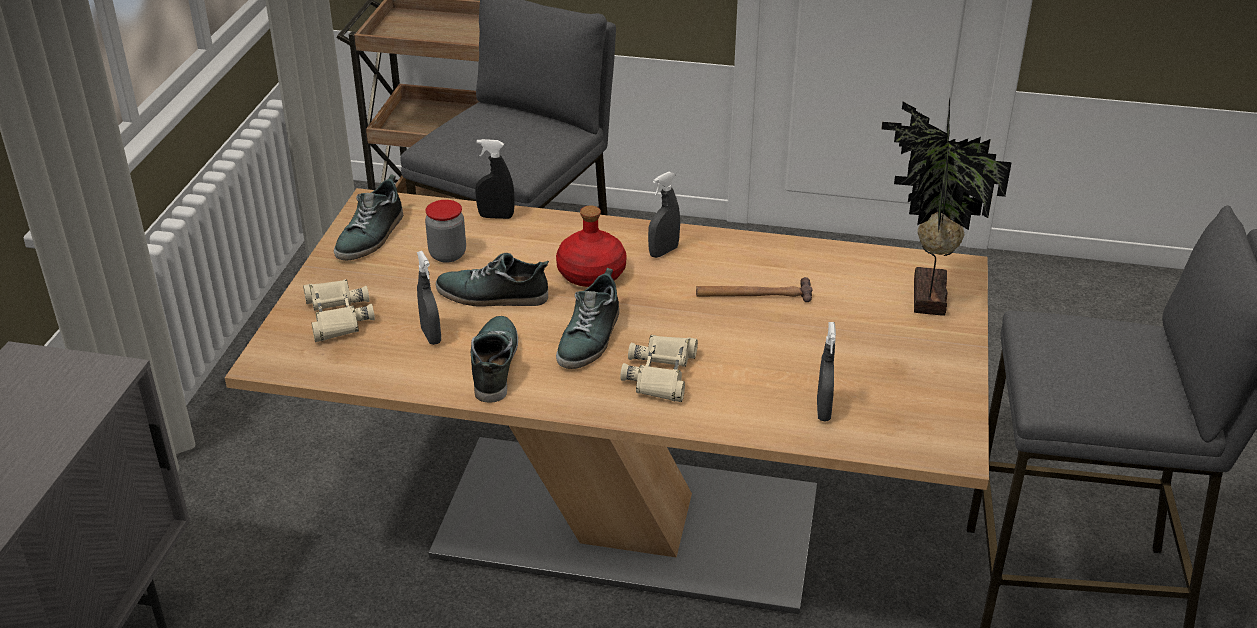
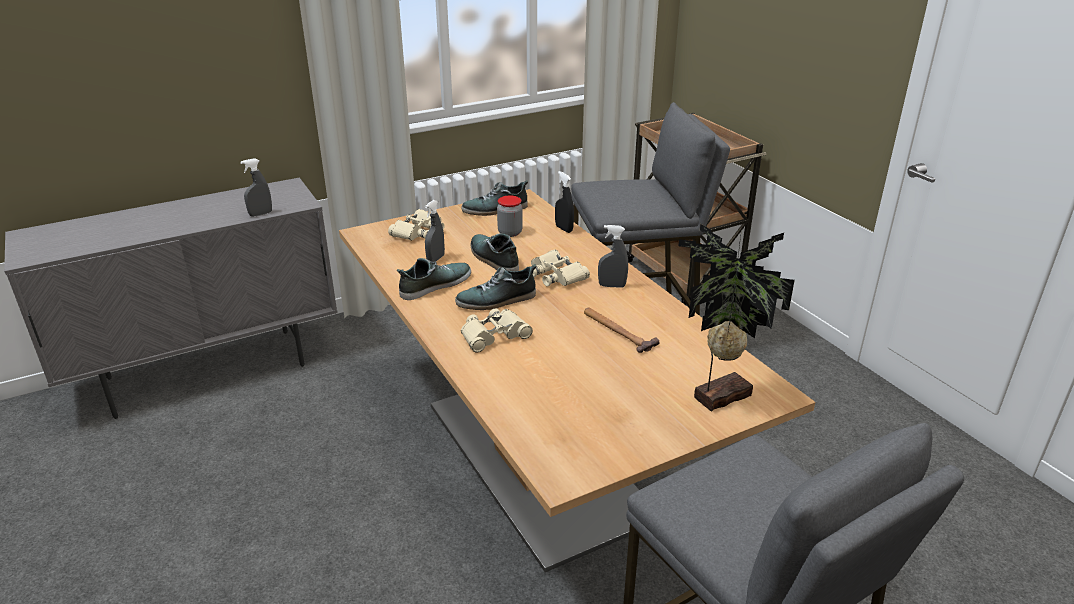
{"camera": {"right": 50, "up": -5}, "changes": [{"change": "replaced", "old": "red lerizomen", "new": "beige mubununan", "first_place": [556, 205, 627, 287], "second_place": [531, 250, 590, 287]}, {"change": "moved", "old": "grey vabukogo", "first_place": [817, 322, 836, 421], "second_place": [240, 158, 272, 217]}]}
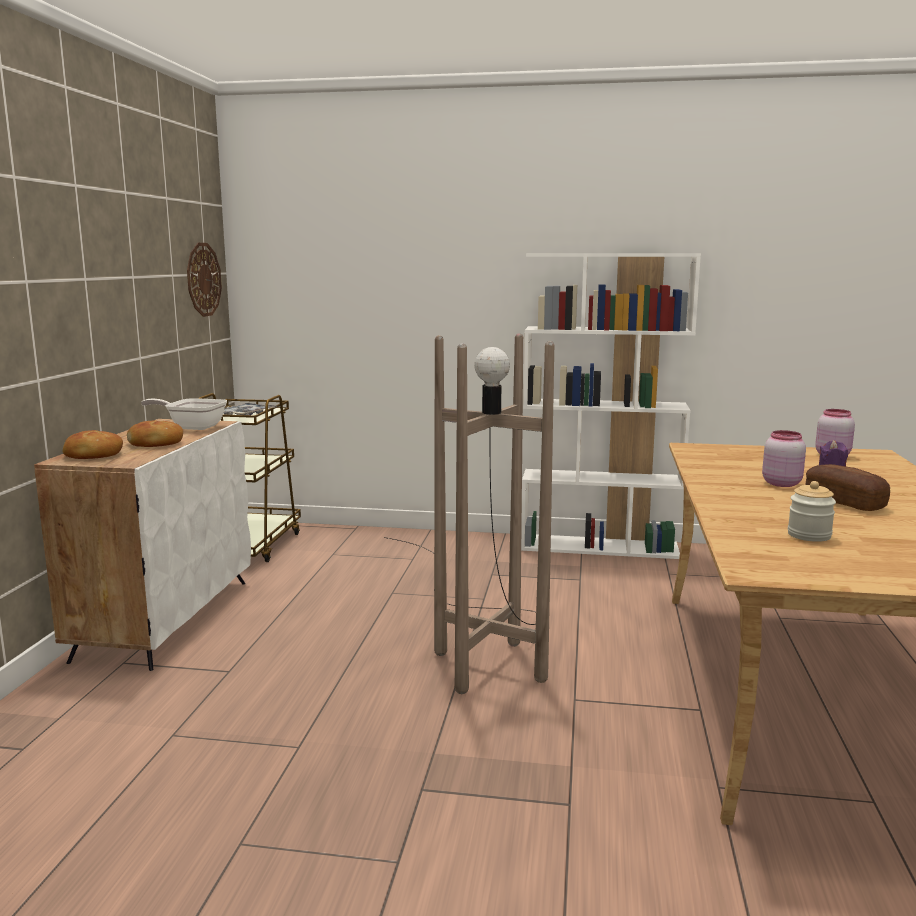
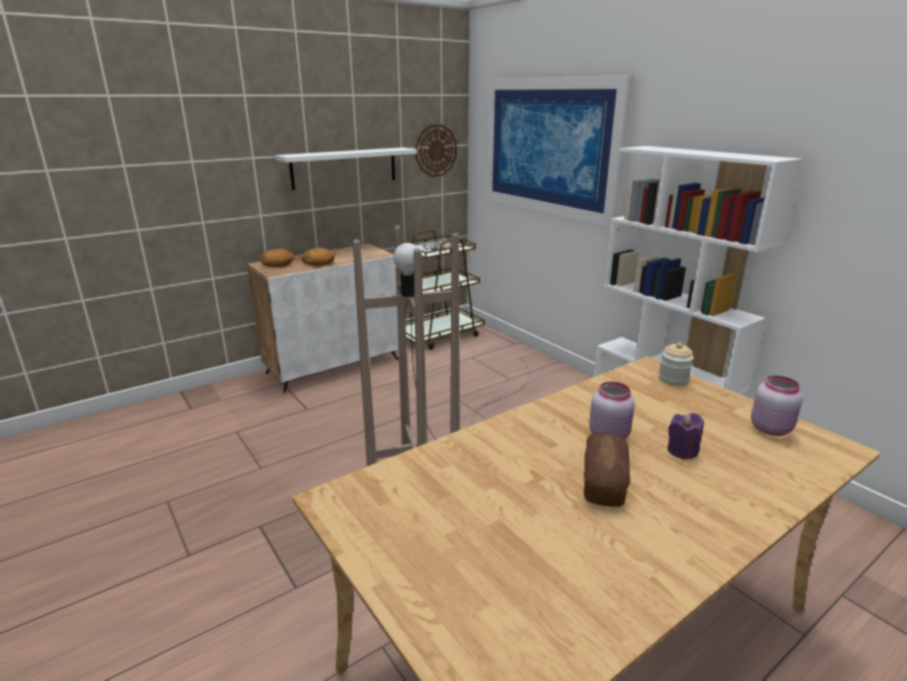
{"camera": {"right": 45, "up": 10}, "changes": [{"change": "removed", "old": "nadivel", "first_place": [141, 398, 227, 430]}, {"change": "moved", "old": "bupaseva", "first_place": [788, 481, 836, 542], "second_place": [658, 342, 694, 386]}, {"change": "added", "new": "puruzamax", "second_place": [486, 75, 634, 227]}, {"change": "added", "new": "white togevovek", "second_place": [275, 147, 417, 190]}]}
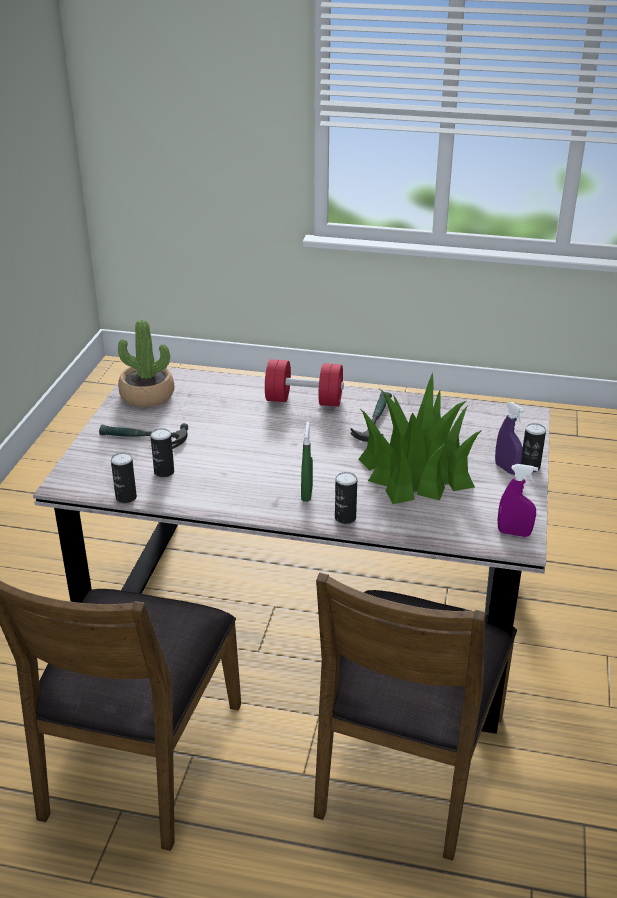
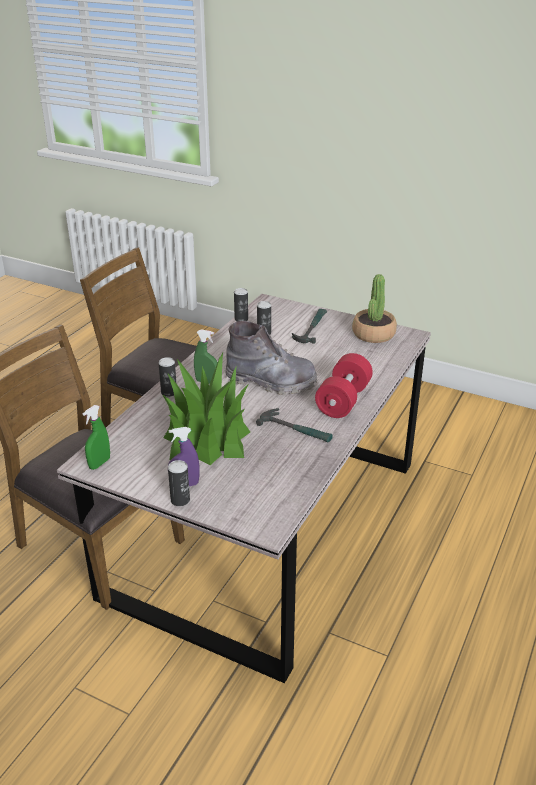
{"camera": {"right": 105, "up": 0}, "changes": [{"change": "recoloured", "old": "purple vabukogo", "new": "green vabukogo", "first_place": [498, 464, 538, 537], "second_place": [82, 405, 110, 470]}, {"change": "added", "new": "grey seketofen", "second_place": [225, 321, 317, 395]}]}
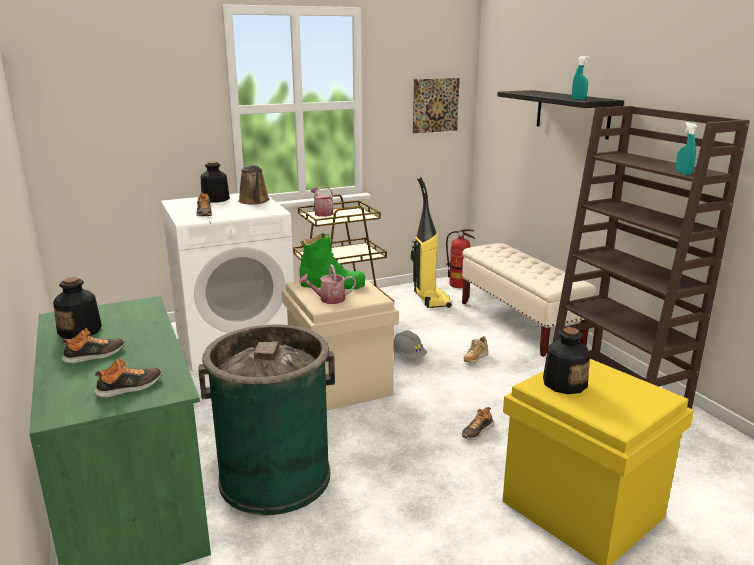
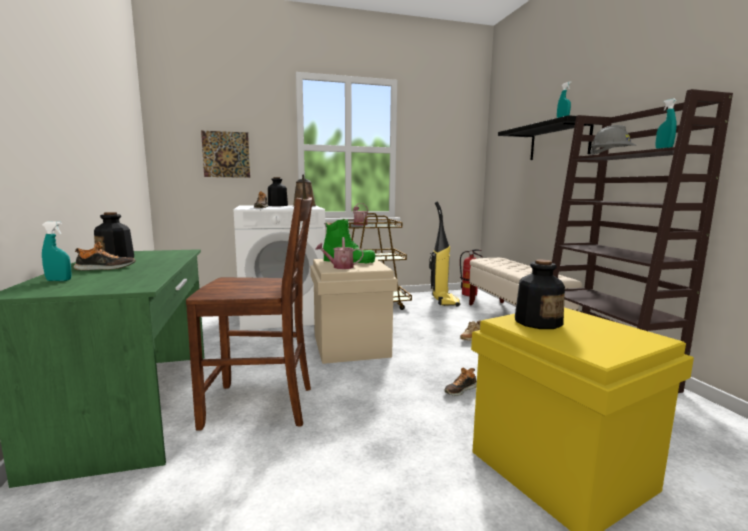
{"camera": {"right": 10, "up": -10}, "changes": [{"change": "moved", "old": "puruzamax", "first_place": [413, 78, 460, 133], "second_place": [201, 131, 250, 178]}, {"change": "replaced", "old": "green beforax", "new": "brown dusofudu", "first_place": [198, 325, 335, 515], "second_place": [186, 196, 313, 431]}, {"change": "moved", "old": "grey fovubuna", "first_place": [394, 331, 427, 359], "second_place": [590, 125, 637, 155]}, {"change": "removed", "old": "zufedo", "first_place": [94, 358, 162, 398]}, {"change": "added", "new": "turquoise vabukogo", "second_place": [42, 221, 72, 281]}]}
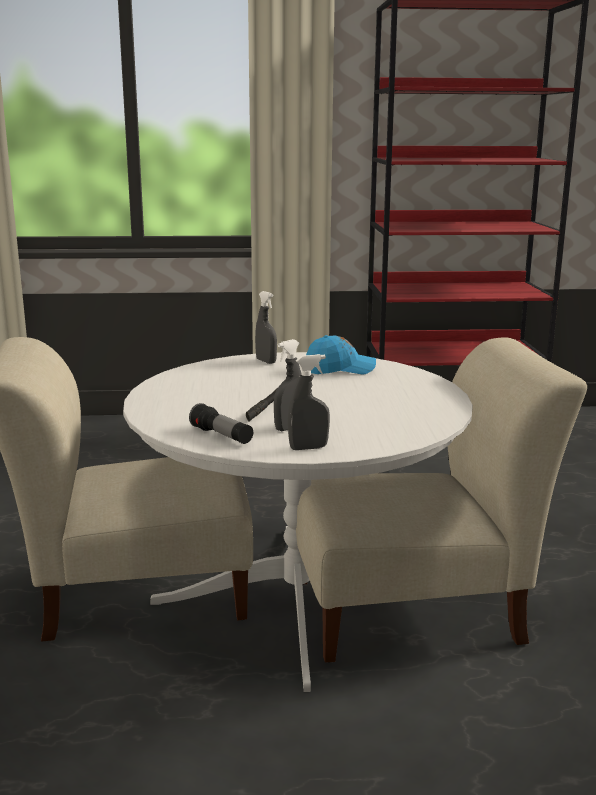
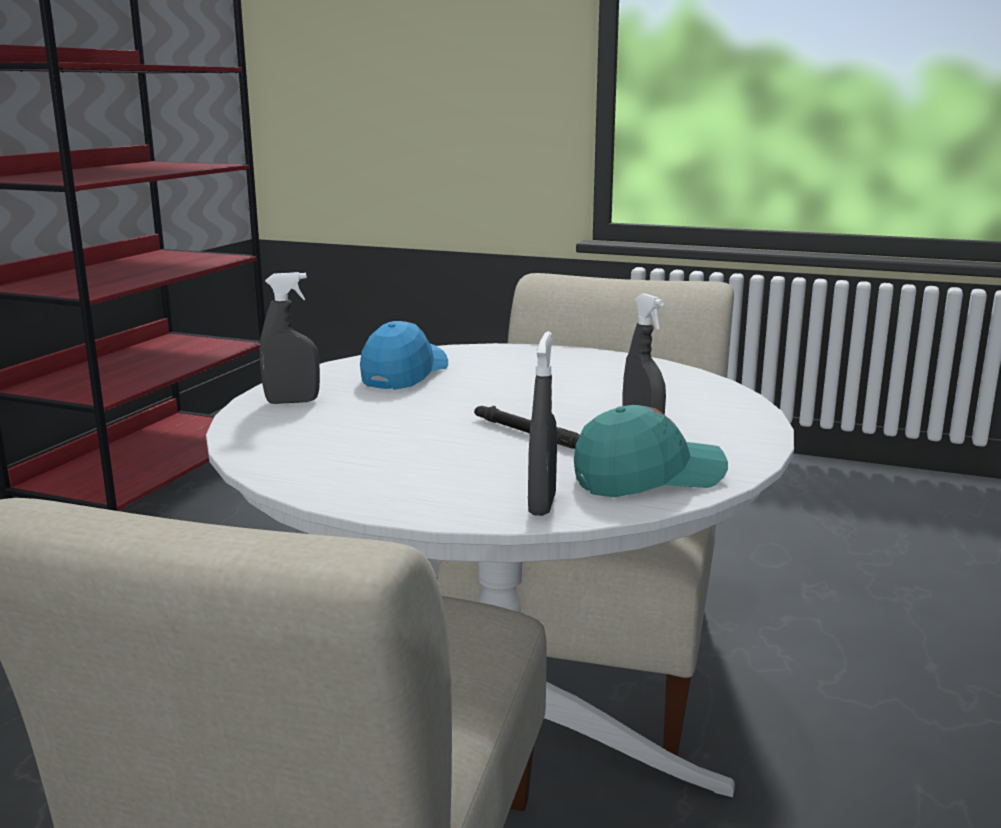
{"camera": {"right": -65, "up": 0}, "changes": [{"change": "moved", "old": "grey vabukogo", "first_place": [288, 354, 330, 450], "second_place": [528, 331, 557, 516]}, {"change": "replaced", "old": "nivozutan", "new": "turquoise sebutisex", "first_place": [189, 403, 253, 444], "second_place": [574, 405, 728, 497]}]}
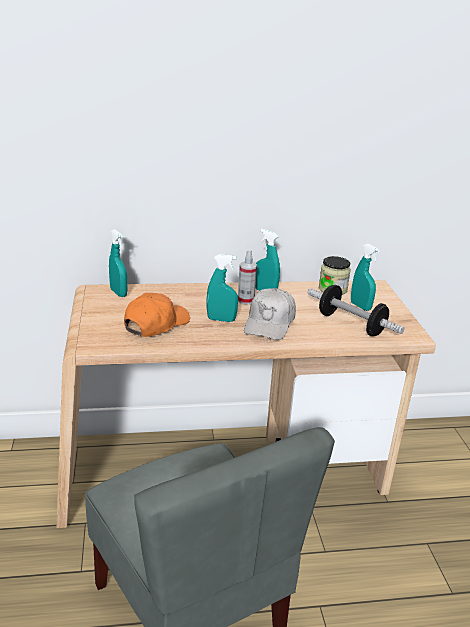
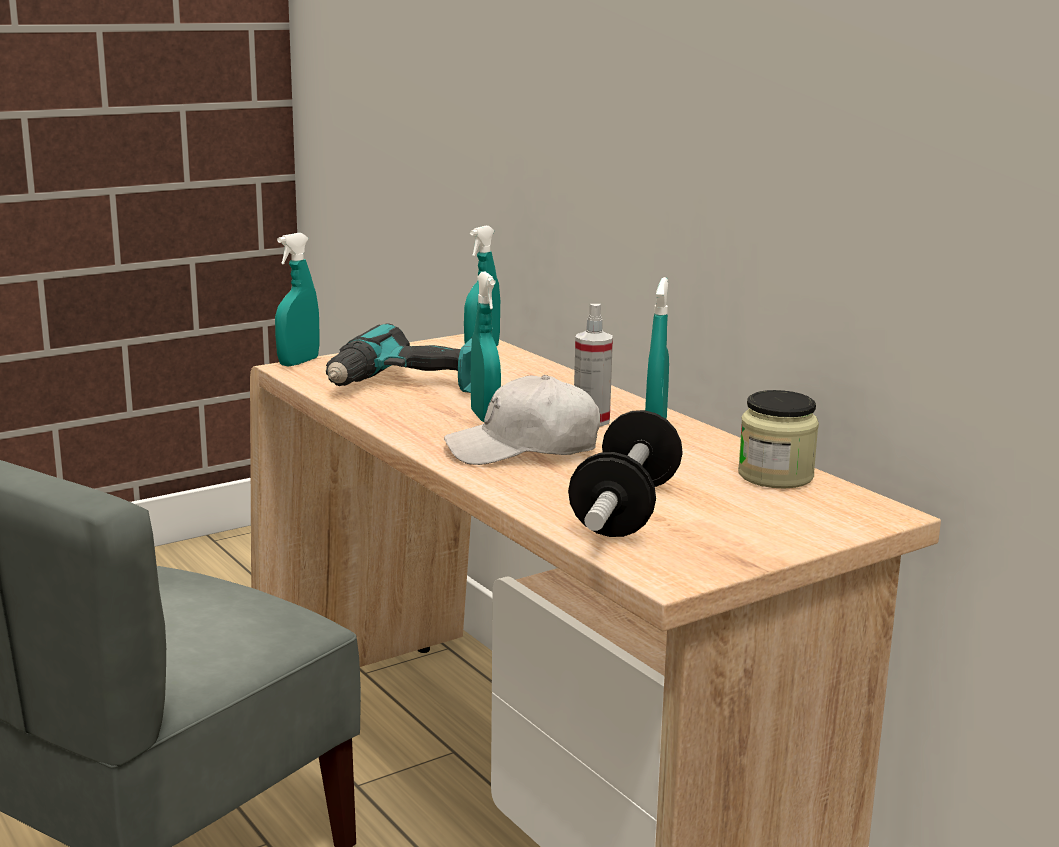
{"camera": {"right": 65, "up": -10}, "changes": [{"change": "moved", "old": "turquoise vabukogo", "first_place": [351, 244, 380, 311], "second_place": [275, 233, 319, 367]}, {"change": "replaced", "old": "orange sebutisex", "new": "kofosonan", "first_place": [124, 293, 190, 337], "second_place": [326, 323, 472, 393]}]}
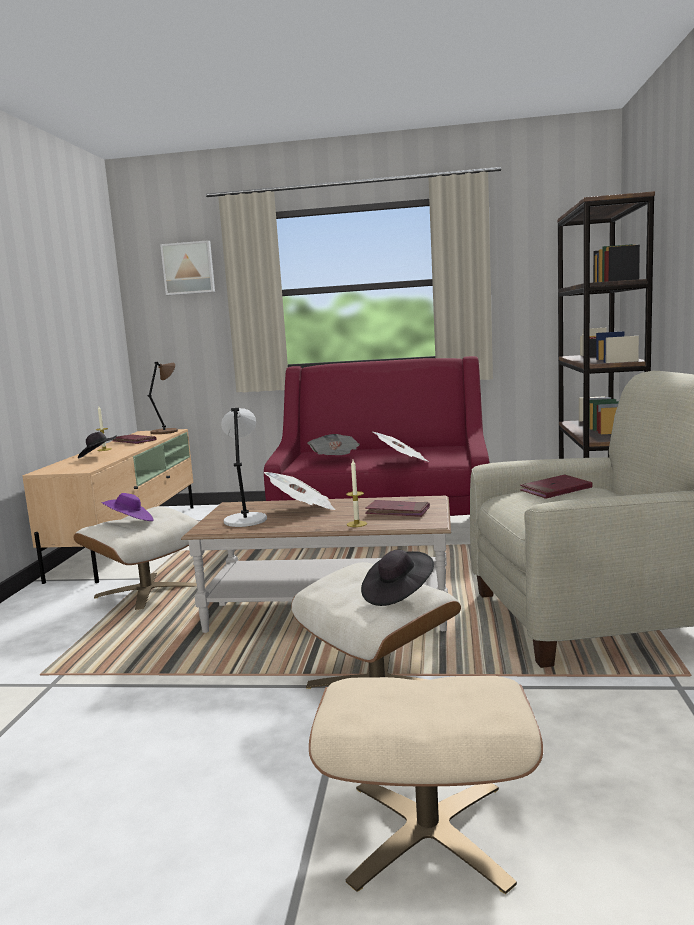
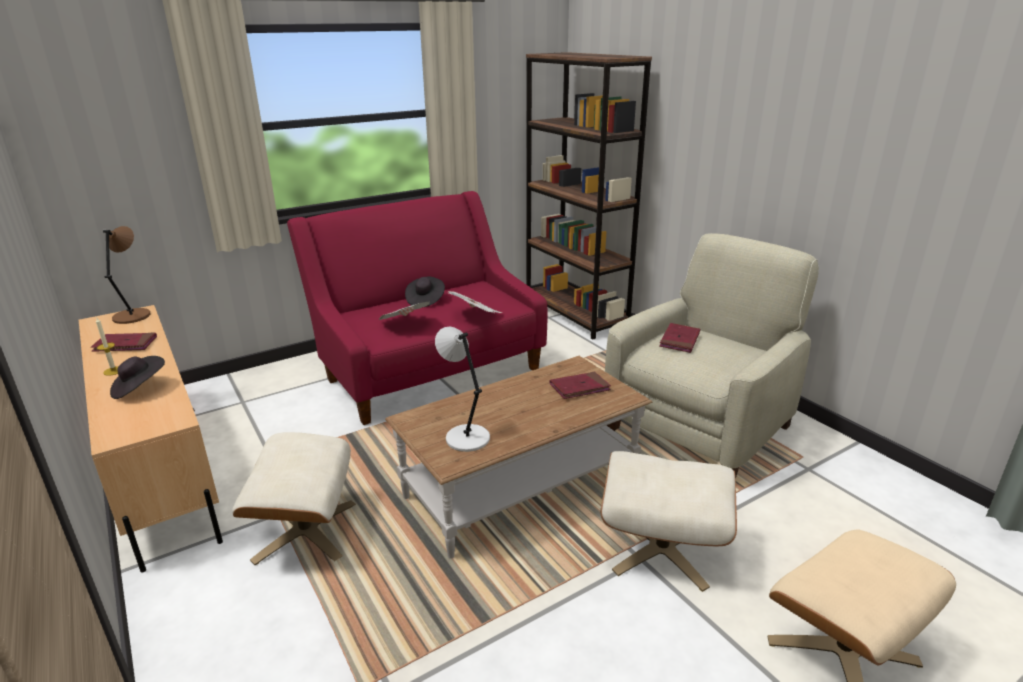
{"camera": {"right": -40, "up": 15}, "changes": [{"change": "removed", "old": "puruzamax", "first_place": [160, 240, 215, 295]}, {"change": "removed", "old": "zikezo", "first_place": [346, 460, 367, 527]}, {"change": "removed", "old": "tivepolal", "first_place": [264, 472, 335, 510]}, {"change": "removed", "old": "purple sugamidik", "first_place": [102, 493, 154, 521]}, {"change": "moved", "old": "black sugamidik", "first_place": [361, 550, 434, 606], "second_place": [405, 277, 445, 307]}]}
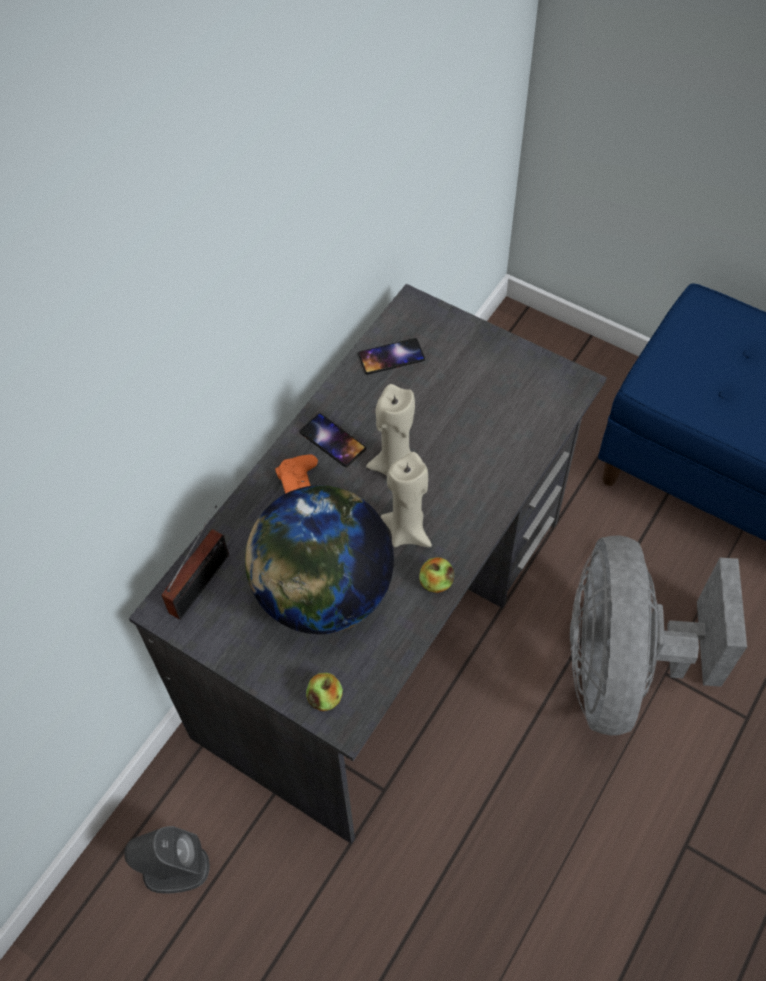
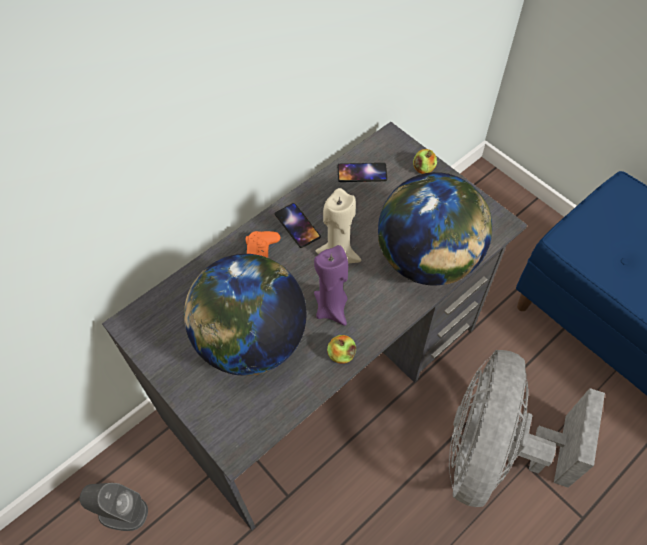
{"camera": {"right": 15, "up": 0}, "changes": [{"change": "recoloured", "old": "beige zikezo", "new": "purple zikezo", "first_place": [381, 452, 432, 547], "second_place": [314, 245, 348, 326]}, {"change": "removed", "old": "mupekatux", "first_place": [162, 505, 229, 620]}, {"change": "moved", "old": "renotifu", "first_place": [306, 673, 343, 711], "second_place": [413, 149, 437, 174]}, {"change": "added", "new": "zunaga", "second_place": [378, 172, 492, 286]}]}
